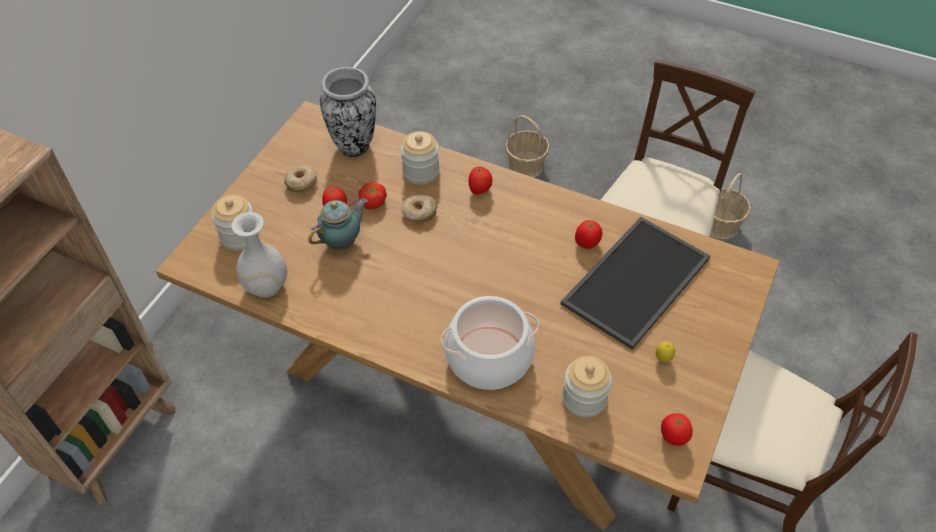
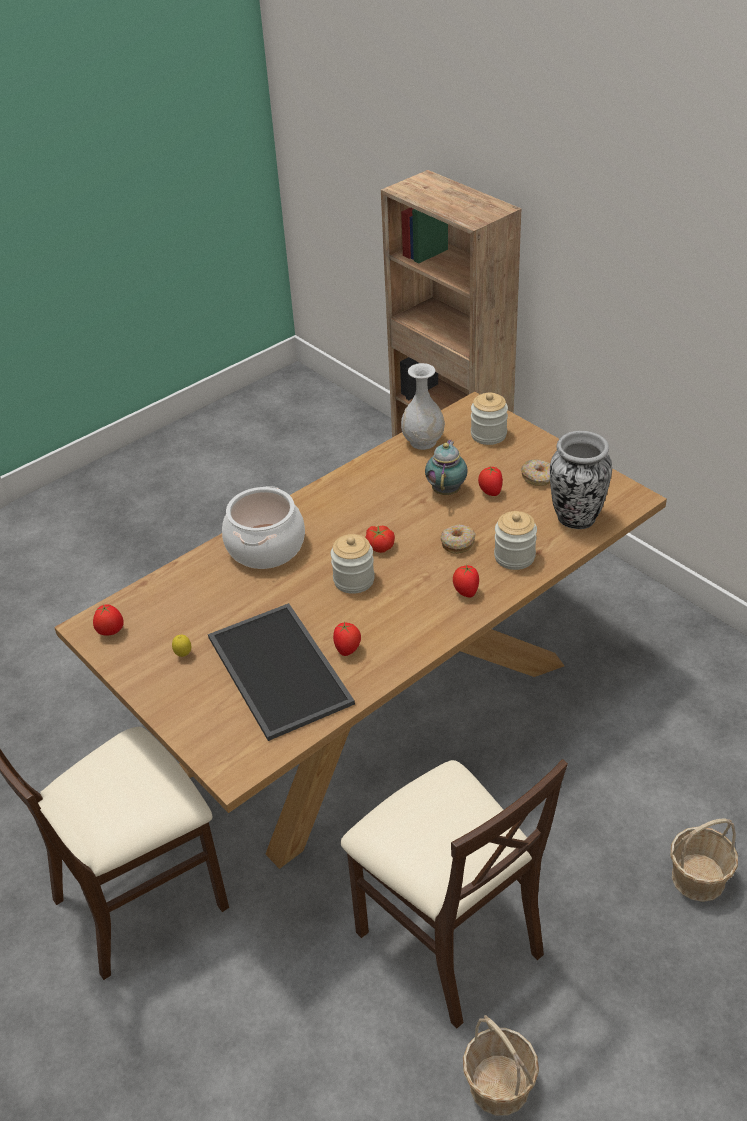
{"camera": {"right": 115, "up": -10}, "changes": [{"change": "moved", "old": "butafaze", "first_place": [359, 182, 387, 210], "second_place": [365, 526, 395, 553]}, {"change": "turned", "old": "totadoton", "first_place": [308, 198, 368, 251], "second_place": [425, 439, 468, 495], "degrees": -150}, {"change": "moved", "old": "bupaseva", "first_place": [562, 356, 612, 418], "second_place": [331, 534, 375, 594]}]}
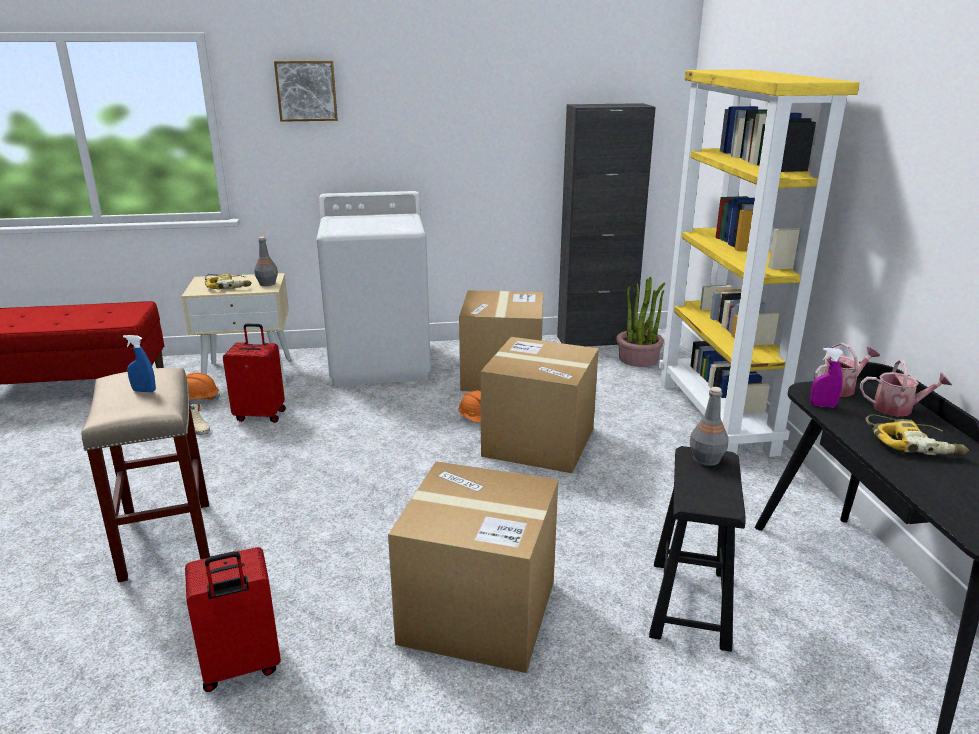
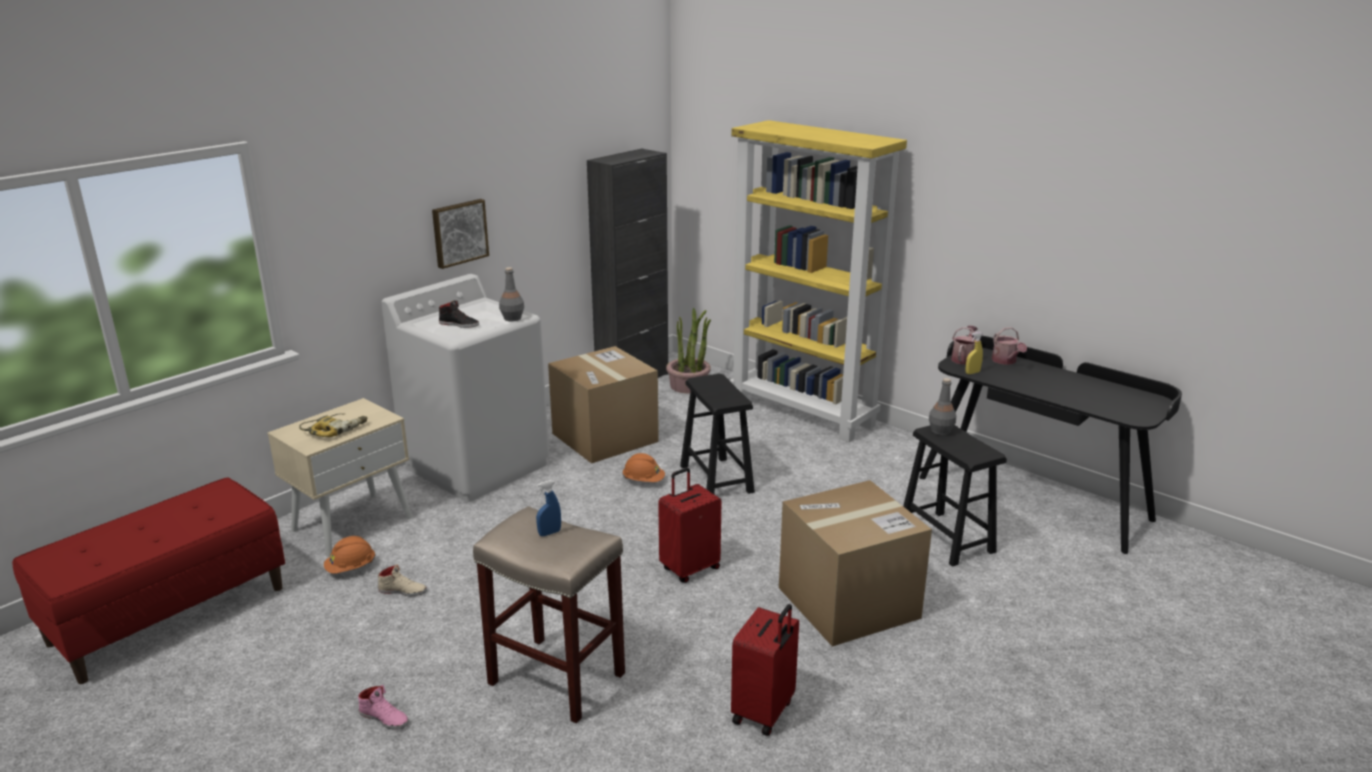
{"camera": {"right": -40, "up": 0}, "changes": [{"change": "moved", "old": "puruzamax", "first_place": [274, 61, 338, 122], "second_place": [432, 199, 489, 269]}, {"change": "moved", "old": "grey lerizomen", "first_place": [254, 237, 278, 286], "second_place": [499, 267, 524, 321]}, {"change": "moved", "old": "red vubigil", "first_place": [223, 324, 286, 423], "second_place": [658, 468, 721, 583]}, {"change": "replaced", "old": "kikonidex", "new": "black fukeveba", "first_place": [481, 337, 599, 473], "second_place": [680, 374, 755, 494]}, {"change": "recoloured", "old": "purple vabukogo", "new": "yellow vabukogo", "first_place": [810, 348, 843, 408], "second_place": [965, 332, 983, 374]}, {"change": "turned", "old": "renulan", "first_place": [860, 359, 952, 416], "second_place": [992, 327, 1027, 365], "degrees": 105}, {"change": "removed", "old": "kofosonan", "first_place": [865, 414, 969, 455]}, {"change": "added", "new": "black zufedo", "second_place": [439, 300, 479, 328]}, {"change": "added", "new": "pink zufedo", "second_place": [358, 685, 409, 730]}]}
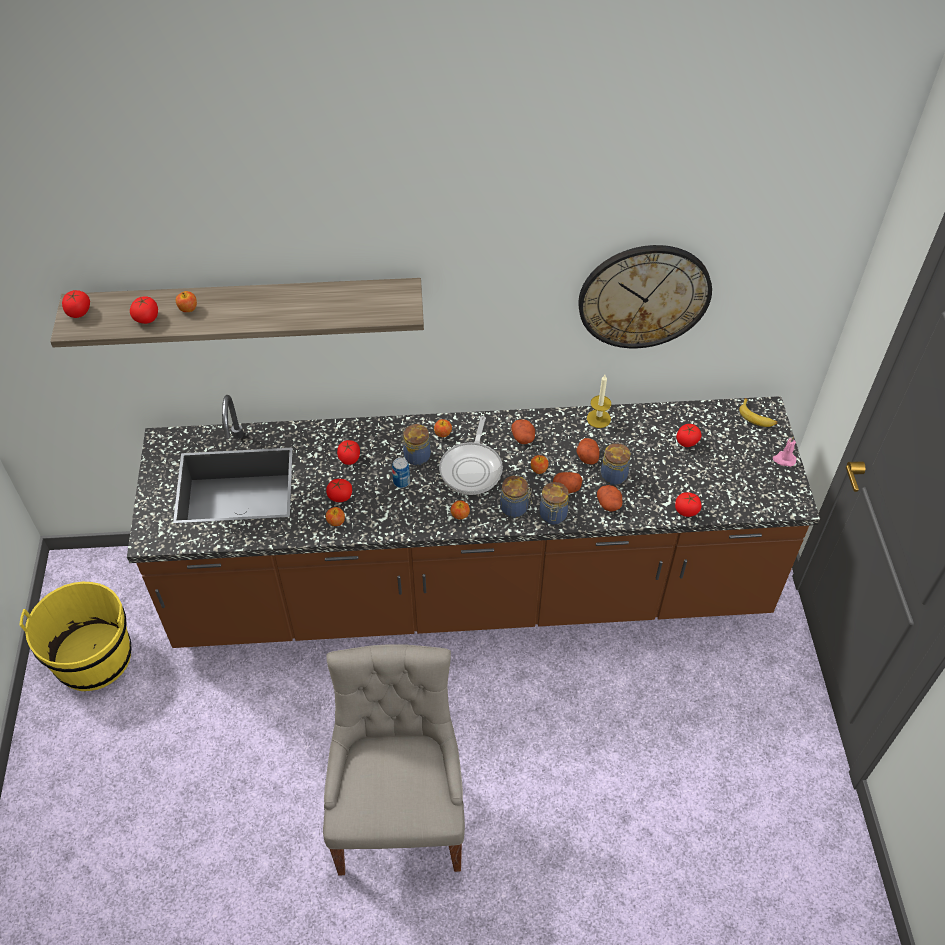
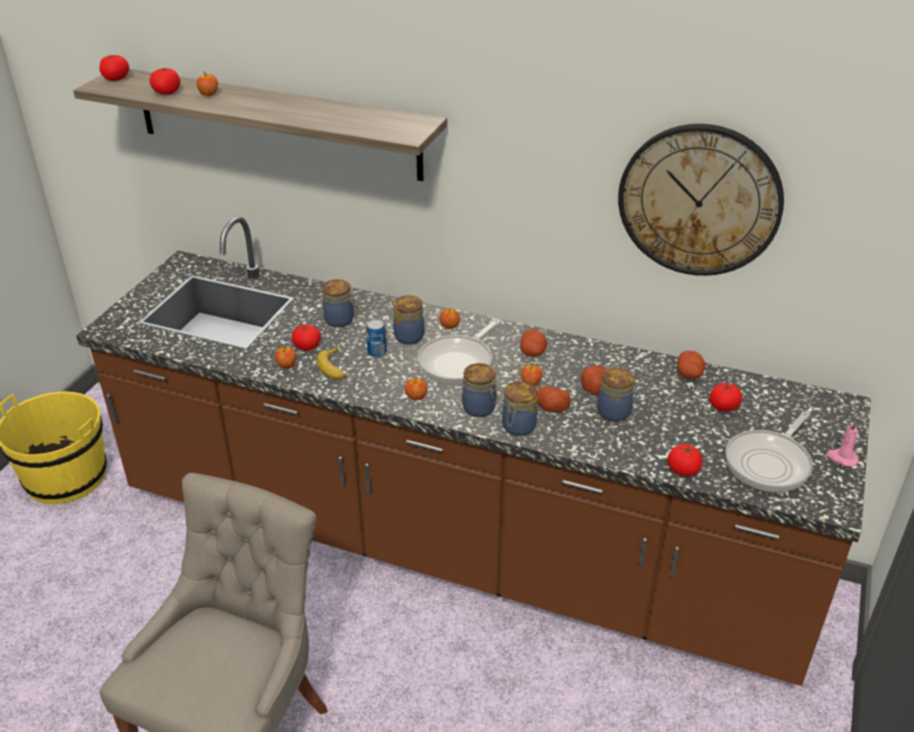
{"camera": {"right": 25, "up": -15}, "changes": [{"change": "removed", "old": "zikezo", "first_place": [587, 375, 611, 428]}, {"change": "moved", "old": "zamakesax", "first_place": [739, 398, 777, 427], "second_place": [316, 347, 346, 380]}, {"change": "replaced", "old": "butafaze", "new": "bupaseva", "first_place": [337, 440, 360, 465], "second_place": [322, 279, 357, 328]}, {"change": "moved", "old": "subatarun", "first_place": [597, 485, 622, 512], "second_place": [677, 351, 706, 379]}, {"change": "added", "new": "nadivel", "second_place": [726, 411, 813, 492]}]}
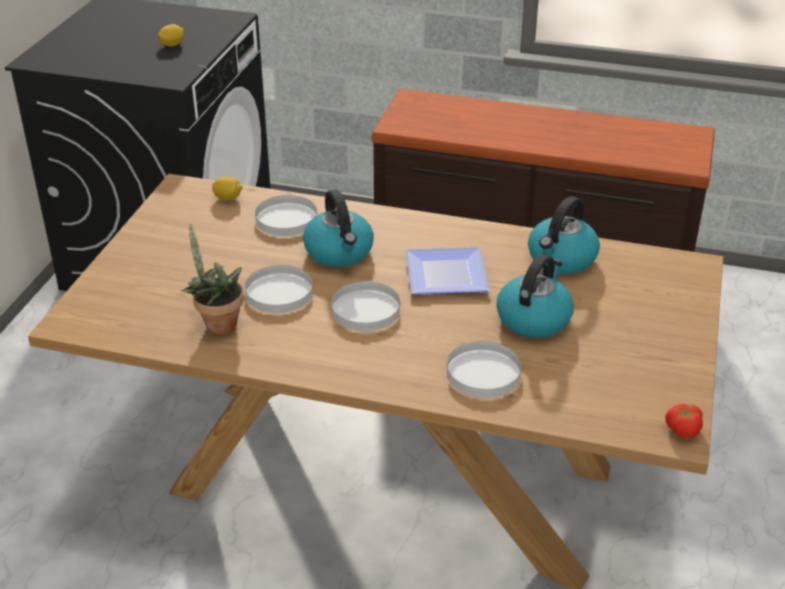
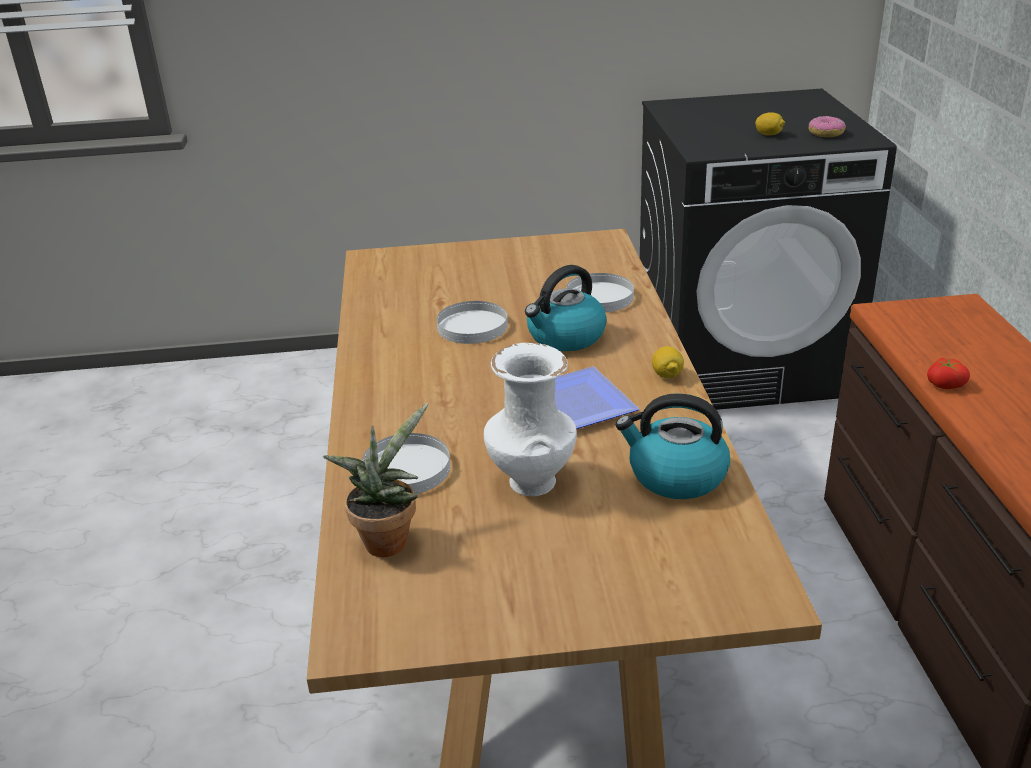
{"camera": {"right": 70, "up": -5}, "changes": [{"change": "moved", "old": "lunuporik", "first_place": [212, 177, 243, 200], "second_place": [652, 346, 684, 378]}, {"change": "moved", "old": "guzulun", "first_place": [181, 222, 244, 334], "second_place": [323, 403, 428, 557]}, {"change": "replaced", "old": "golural", "new": "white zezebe", "first_place": [497, 254, 574, 338], "second_place": [484, 343, 577, 496]}, {"change": "removed", "old": "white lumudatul", "first_place": [331, 281, 400, 331]}, {"change": "moved", "old": "butafaze", "first_place": [665, 404, 703, 438], "second_place": [927, 358, 970, 389]}, {"change": "added", "new": "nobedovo", "second_place": [809, 116, 846, 137]}]}
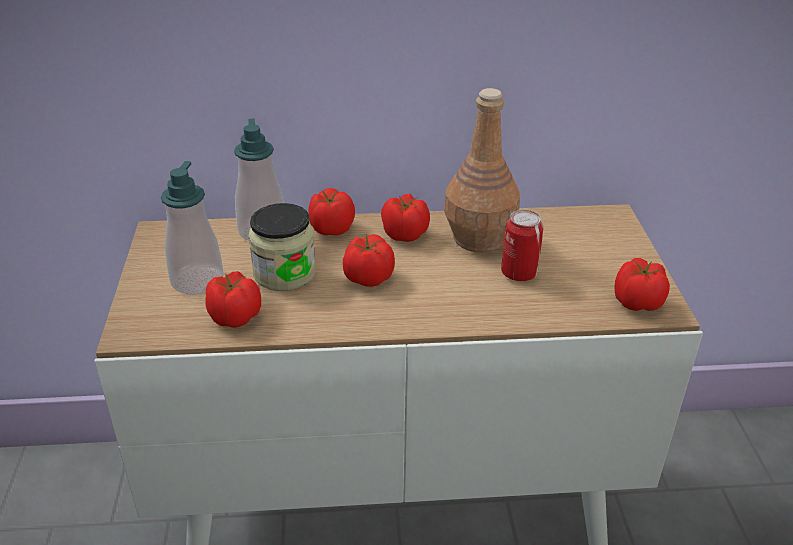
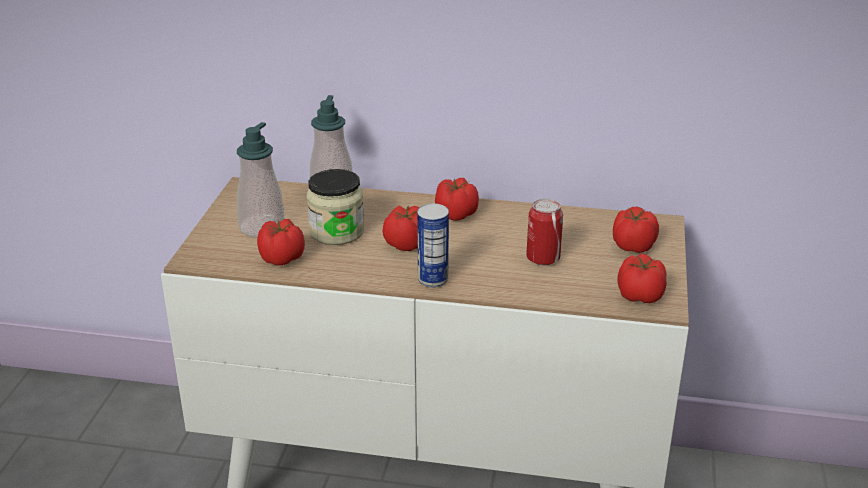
{"camera": {"right": 15, "up": -5}, "changes": [{"change": "removed", "old": "brown lerizomen", "first_place": [444, 88, 520, 253]}, {"change": "moved", "old": "butafaze", "first_place": [308, 188, 355, 235], "second_place": [613, 207, 659, 253]}, {"change": "added", "new": "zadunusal", "second_place": [417, 204, 449, 288]}]}
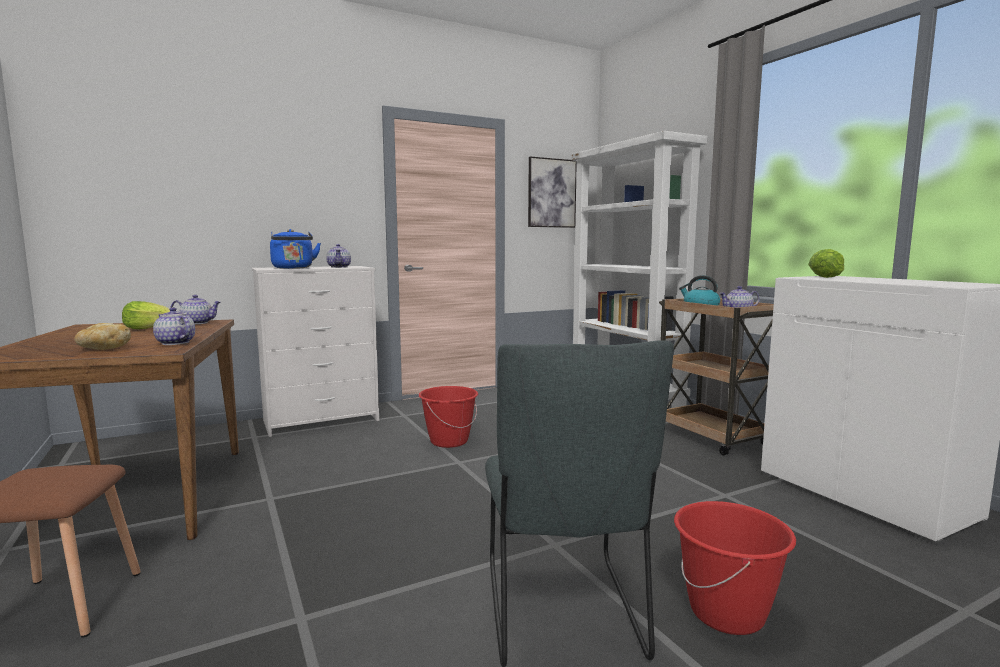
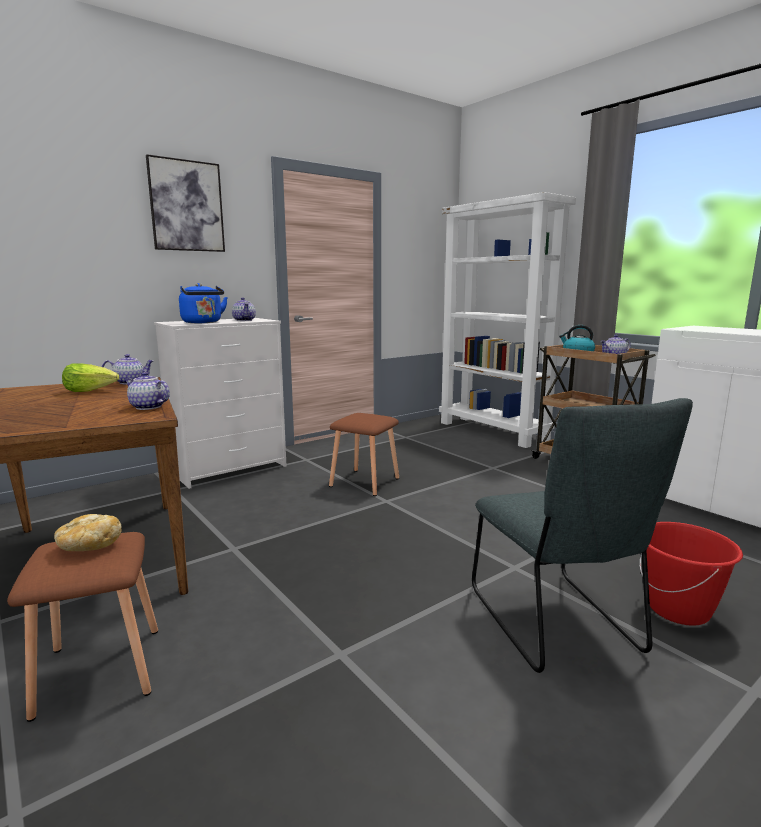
{"camera": {"right": -10, "up": 5}, "changes": [{"change": "moved", "old": "puruzamax", "first_place": [528, 157, 577, 228], "second_place": [146, 154, 225, 252]}, {"change": "removed", "old": "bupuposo", "first_place": [808, 249, 844, 278]}, {"change": "moved", "old": "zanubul", "first_place": [74, 323, 131, 350], "second_place": [54, 514, 121, 551]}, {"change": "replaced", "old": "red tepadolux", "new": "brown fukeveba", "first_place": [419, 386, 478, 448], "second_place": [329, 413, 399, 496]}]}
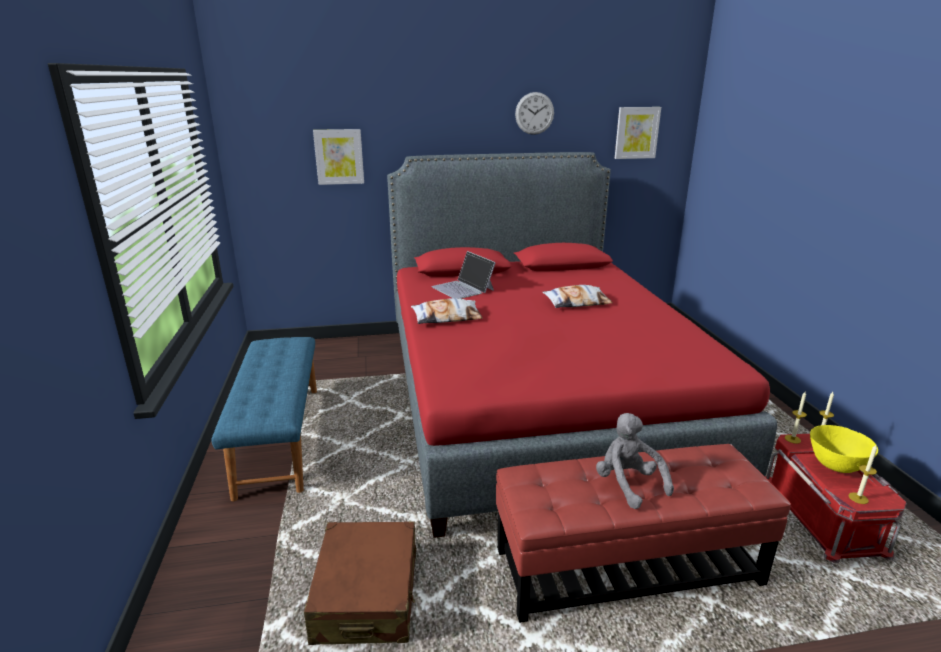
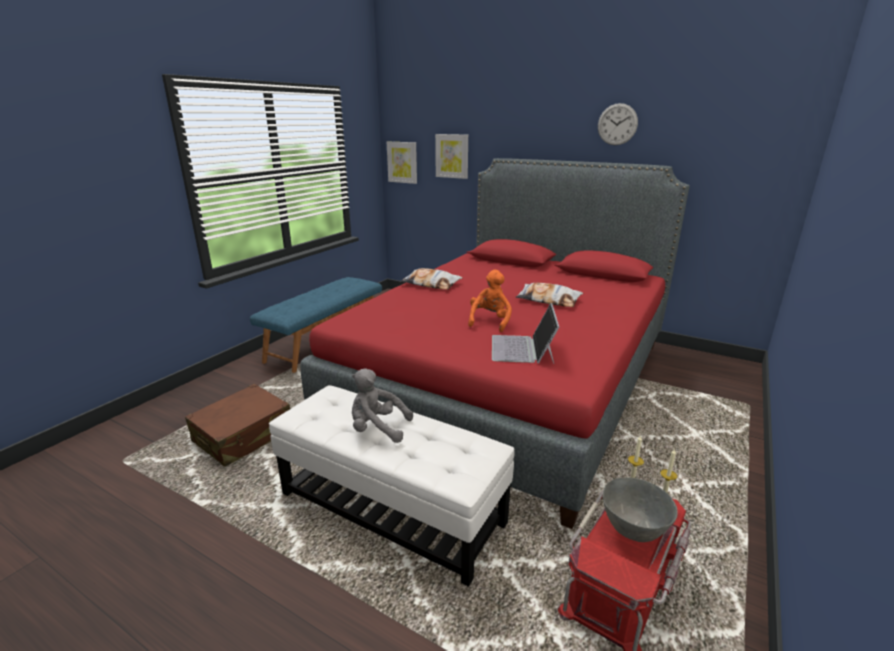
{"camera": {"right": 40, "up": 0}, "changes": [{"change": "moved", "old": "puruzamax", "first_place": [615, 107, 661, 159], "second_place": [387, 142, 417, 184]}, {"change": "moved", "old": "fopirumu", "first_place": [431, 251, 496, 299], "second_place": [492, 303, 559, 363]}, {"change": "turned", "old": "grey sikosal", "first_place": [596, 413, 674, 509], "second_place": [352, 369, 413, 443], "degrees": -90}, {"change": "recoloured", "old": "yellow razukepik", "new": "grey razukepik", "first_place": [810, 425, 878, 473], "second_place": [603, 478, 678, 542]}, {"change": "recoloured", "old": "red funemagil", "new": "white funemagil", "first_place": [496, 444, 791, 623], "second_place": [269, 385, 515, 587]}, {"change": "removed", "old": "zikezo", "first_place": [849, 445, 877, 504]}, {"change": "added", "new": "orange sikosal", "second_place": [468, 270, 512, 332]}]}
